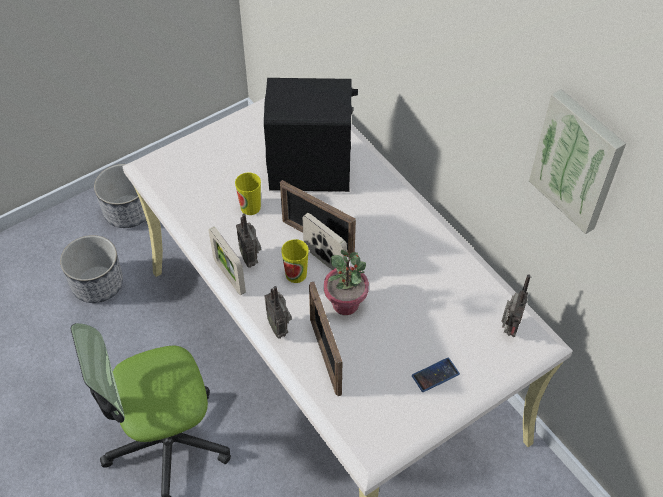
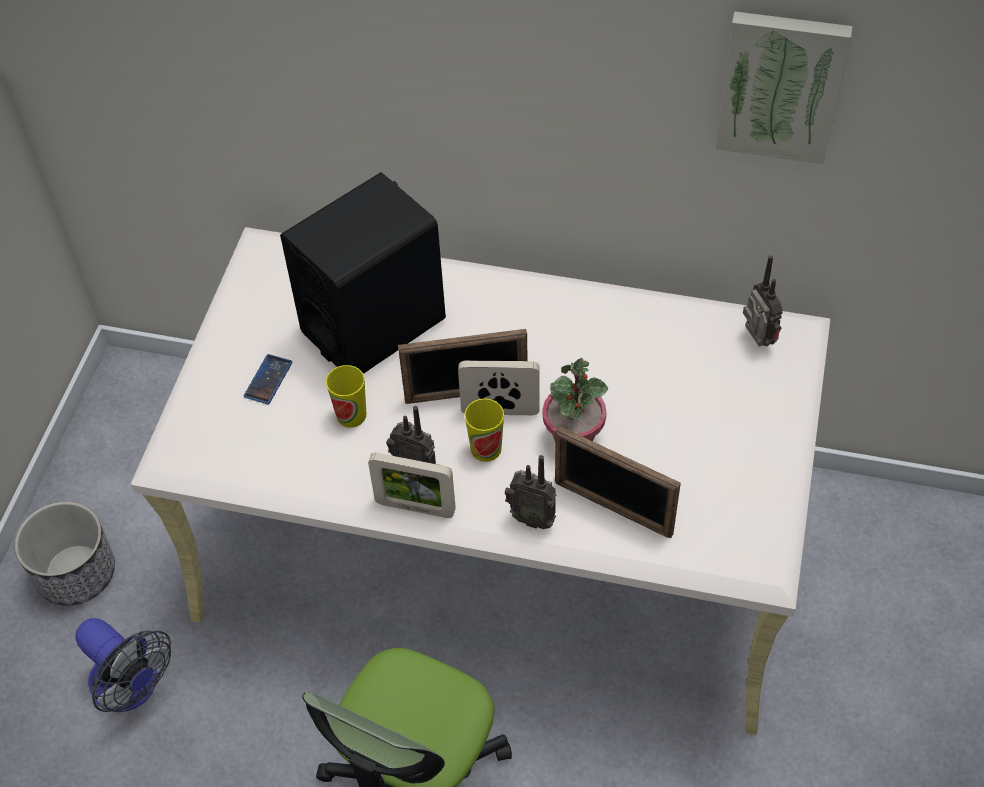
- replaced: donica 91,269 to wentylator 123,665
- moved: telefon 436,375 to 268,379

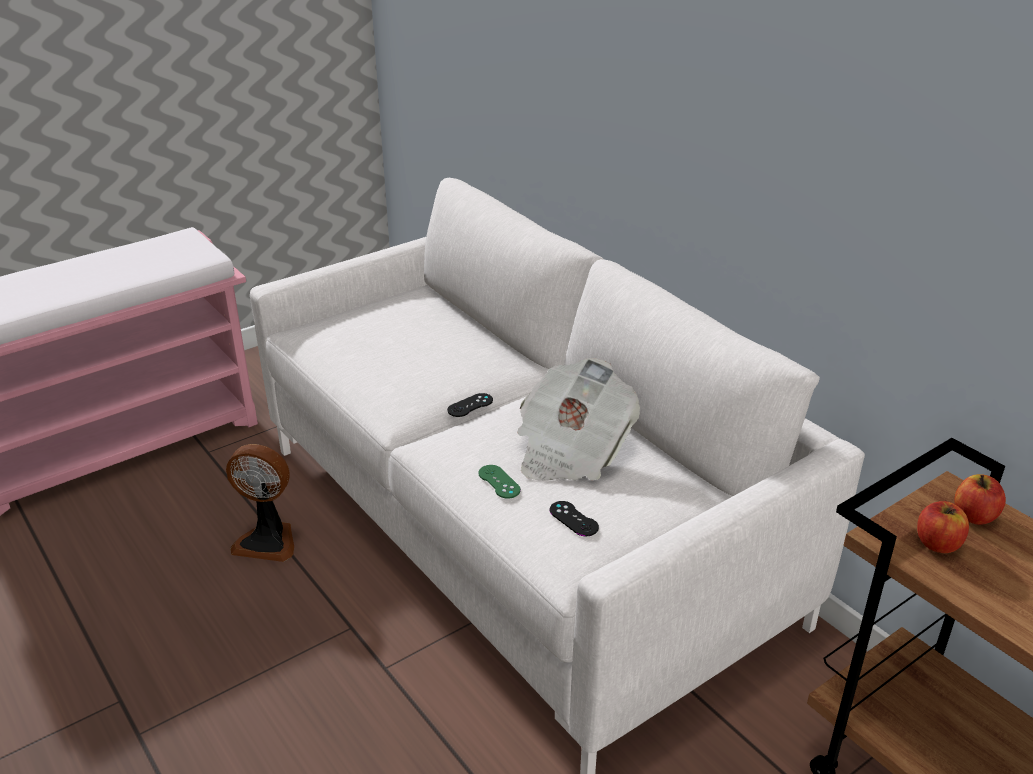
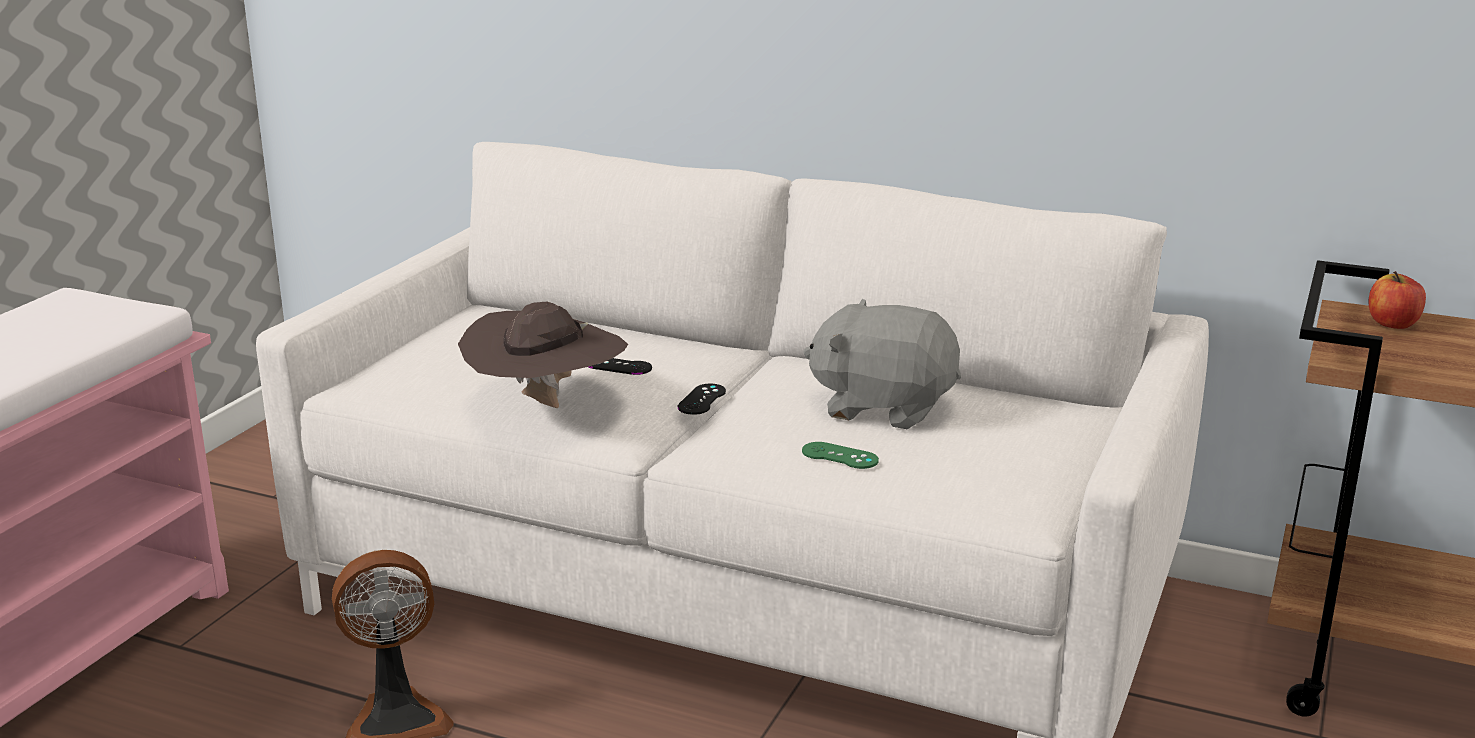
- replaced: gazeta 578,419 to pluszak (szary) 882,364
- moved: pad do gier (czarny) 574,518 to 620,366
- removed: jabłko 943,527
- added: kapelusz (brązowy) 543,355

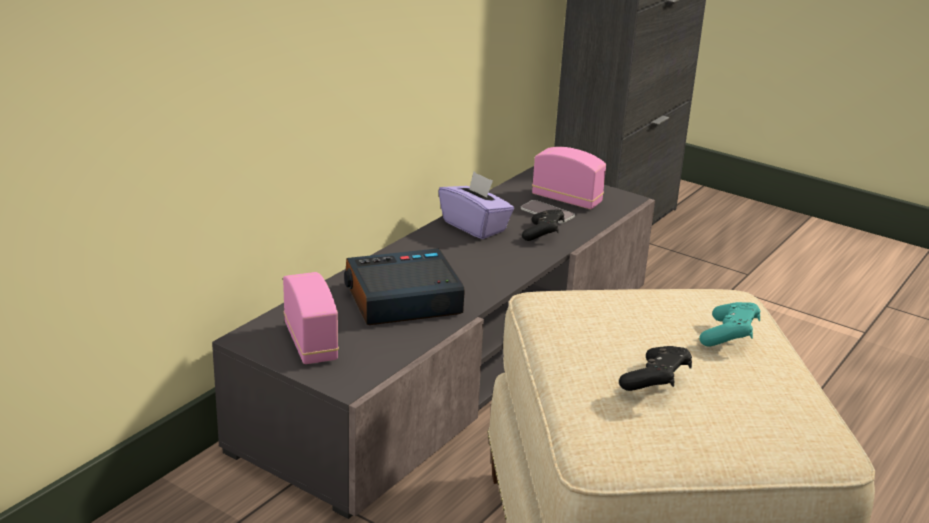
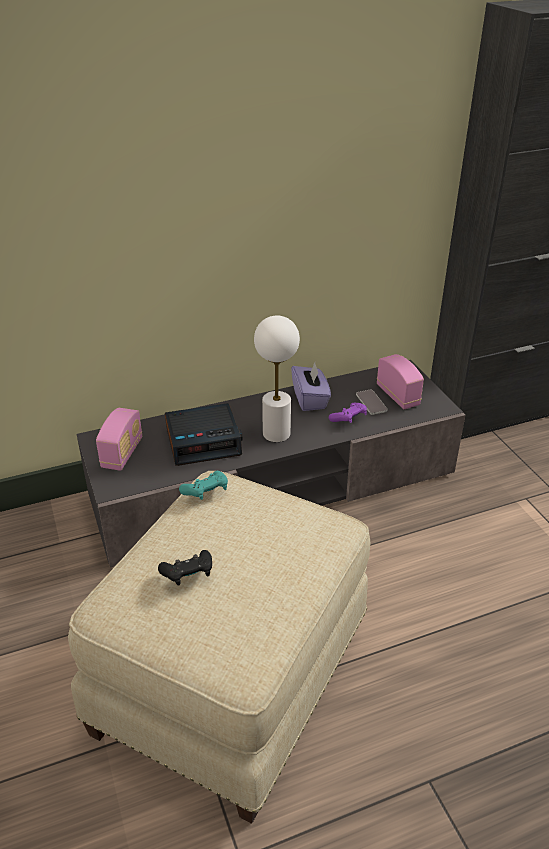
- recoloured: pad do gier (czarny) 543,225 to pad do gier (fioletowy) 348,413
- turned: budzik 404,286 = 204,434 150 degrees clockwise
- moved: pad do gier (turkusowy) 729,324 to 203,485
- added: lampa stołowa (biały) 277,378

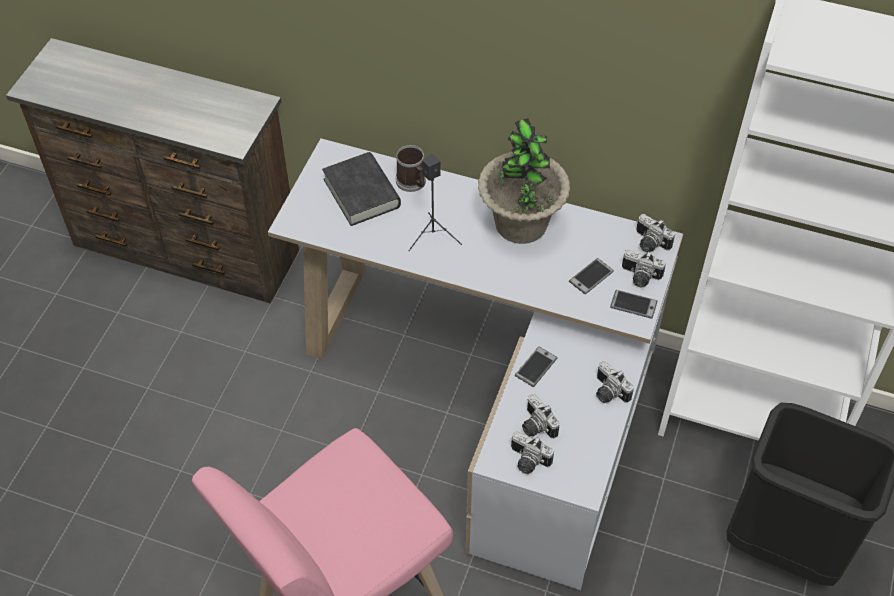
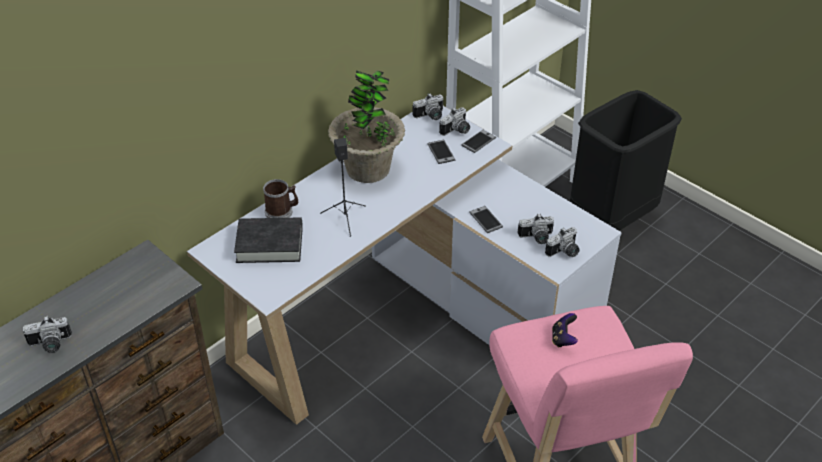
- moved: aparat fotograficzny 615,382 to 47,334
- added: pad do gier 565,330

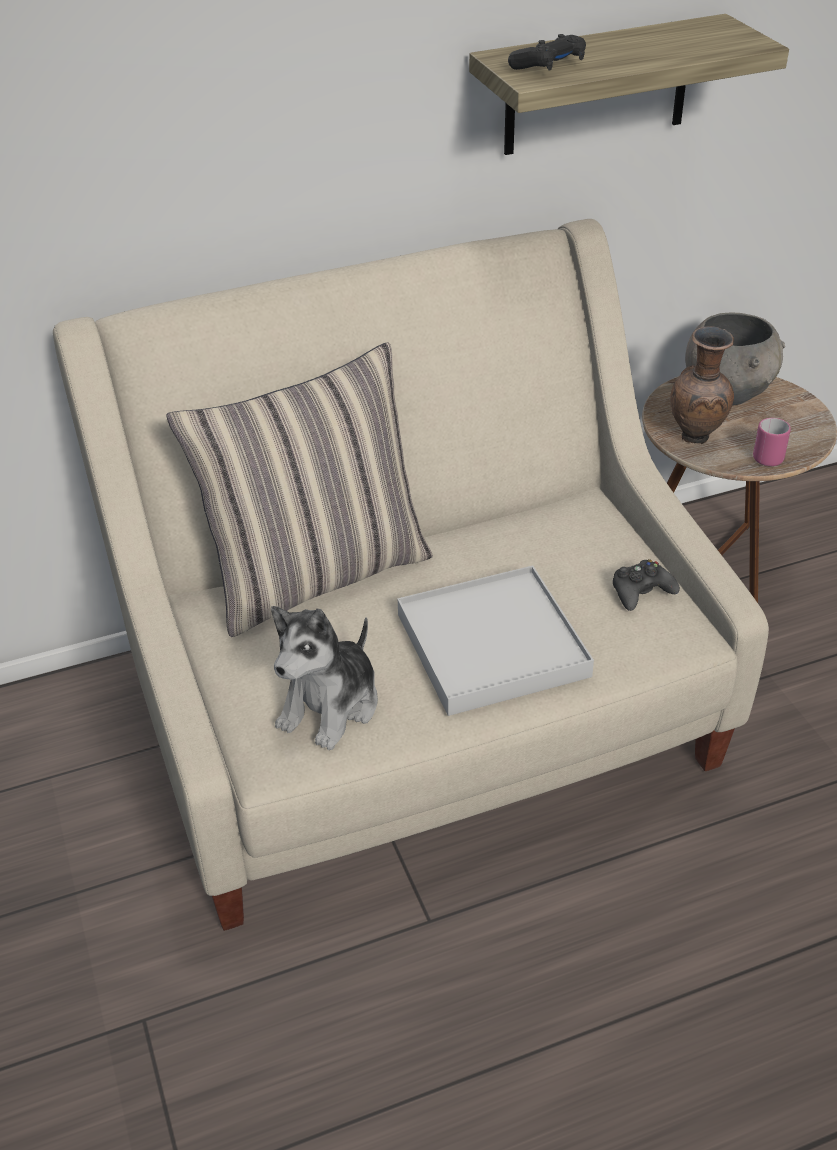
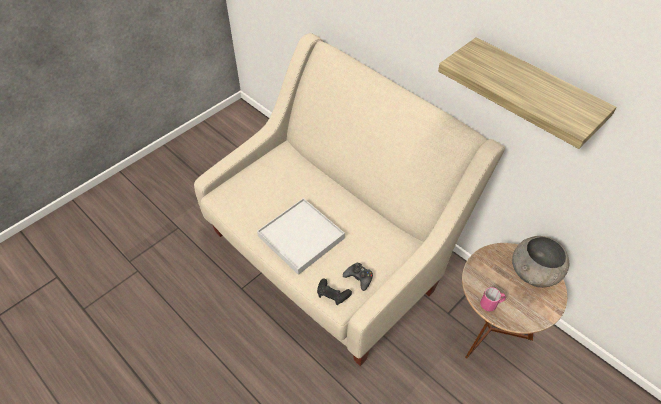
- moved: pad do gier (czarny) 547,52 to 334,291
- removed: wazon (brązowy) 702,385
- removed: poduszka 299,489
- removed: pluszak 324,678

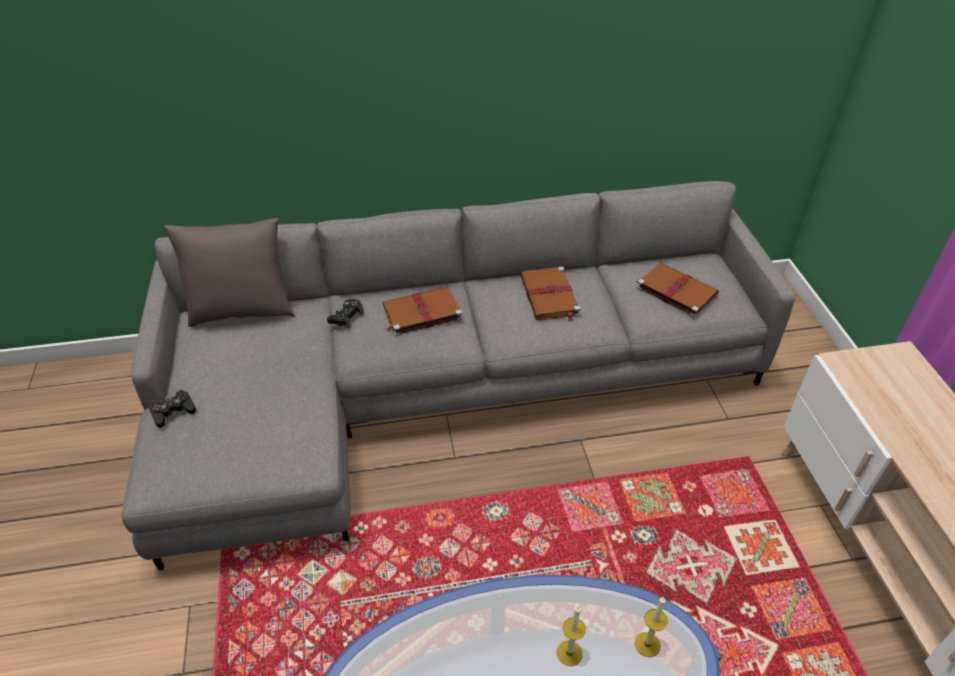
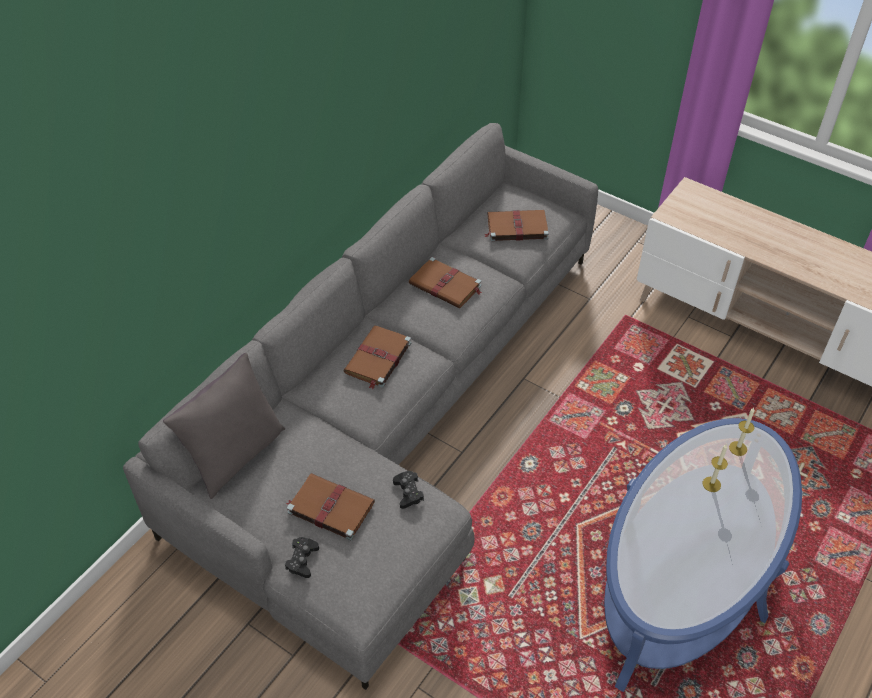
- moved: pad do gier (czarny) 345,314 to 408,490
- added: książka (brązowy) 330,507

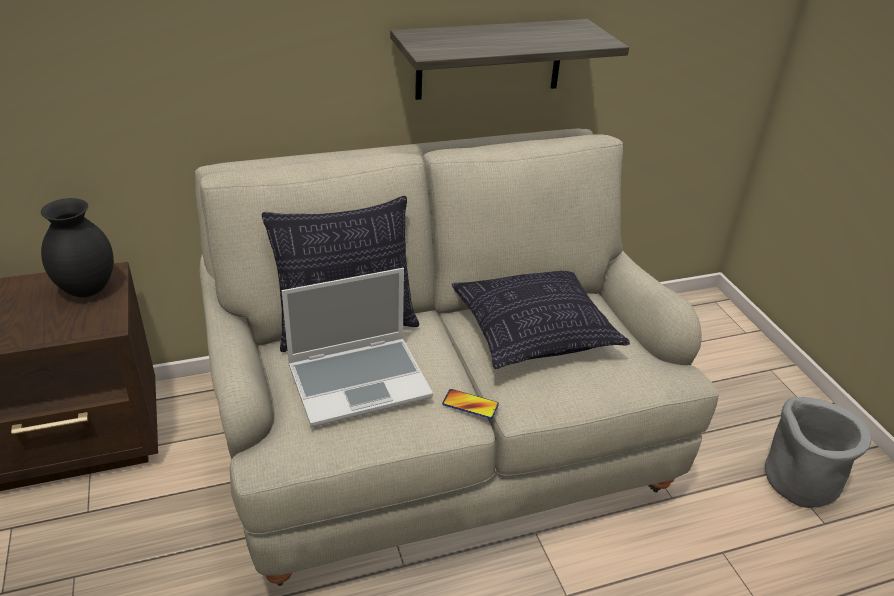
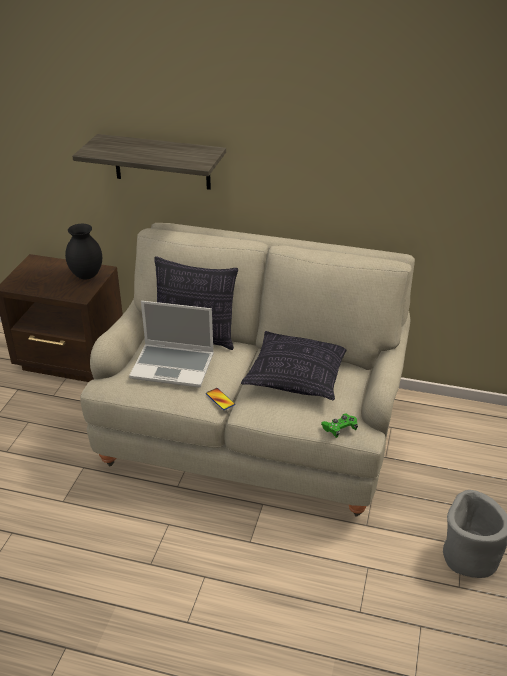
- moved: półka 509,59 to 149,162
- added: pad do gier (zielony) 339,425

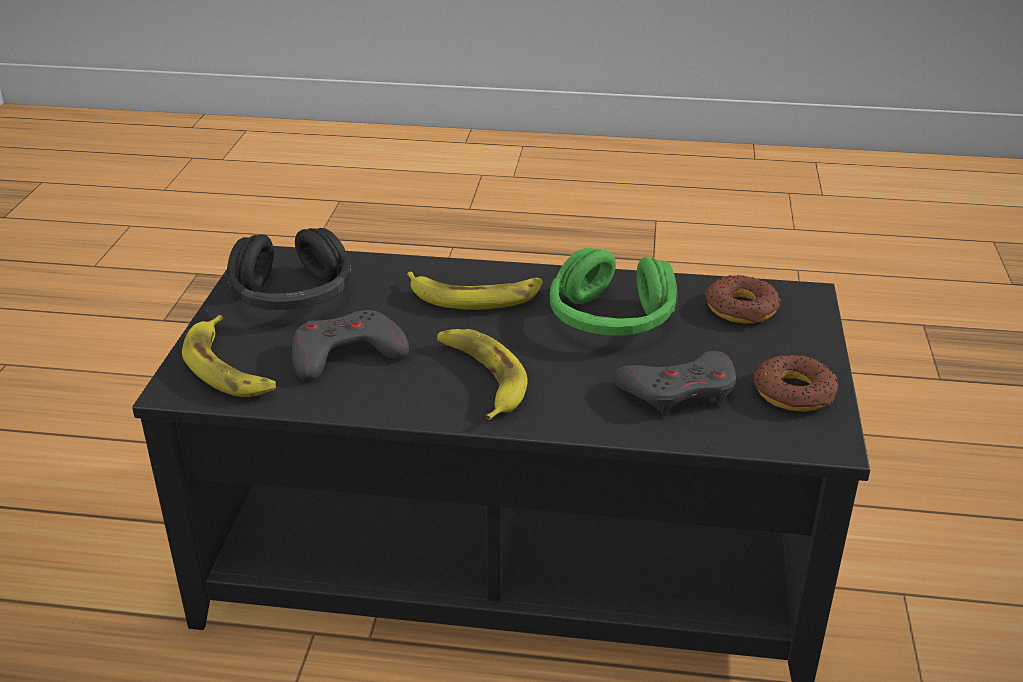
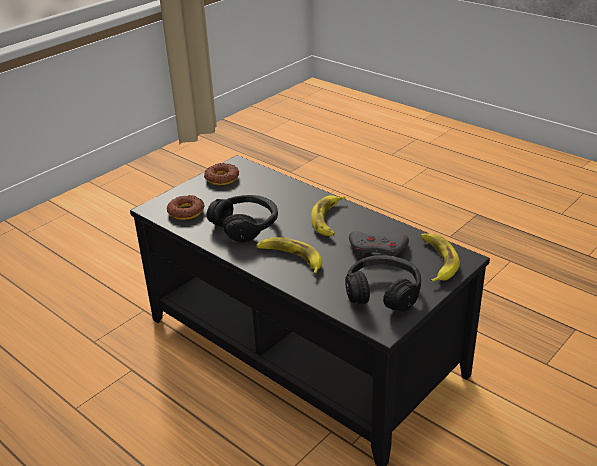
- recoloured: słuchawki (zielony) 614,292 to słuchawki (czarny) 242,219
- removed: pad do gier (szary) 675,383

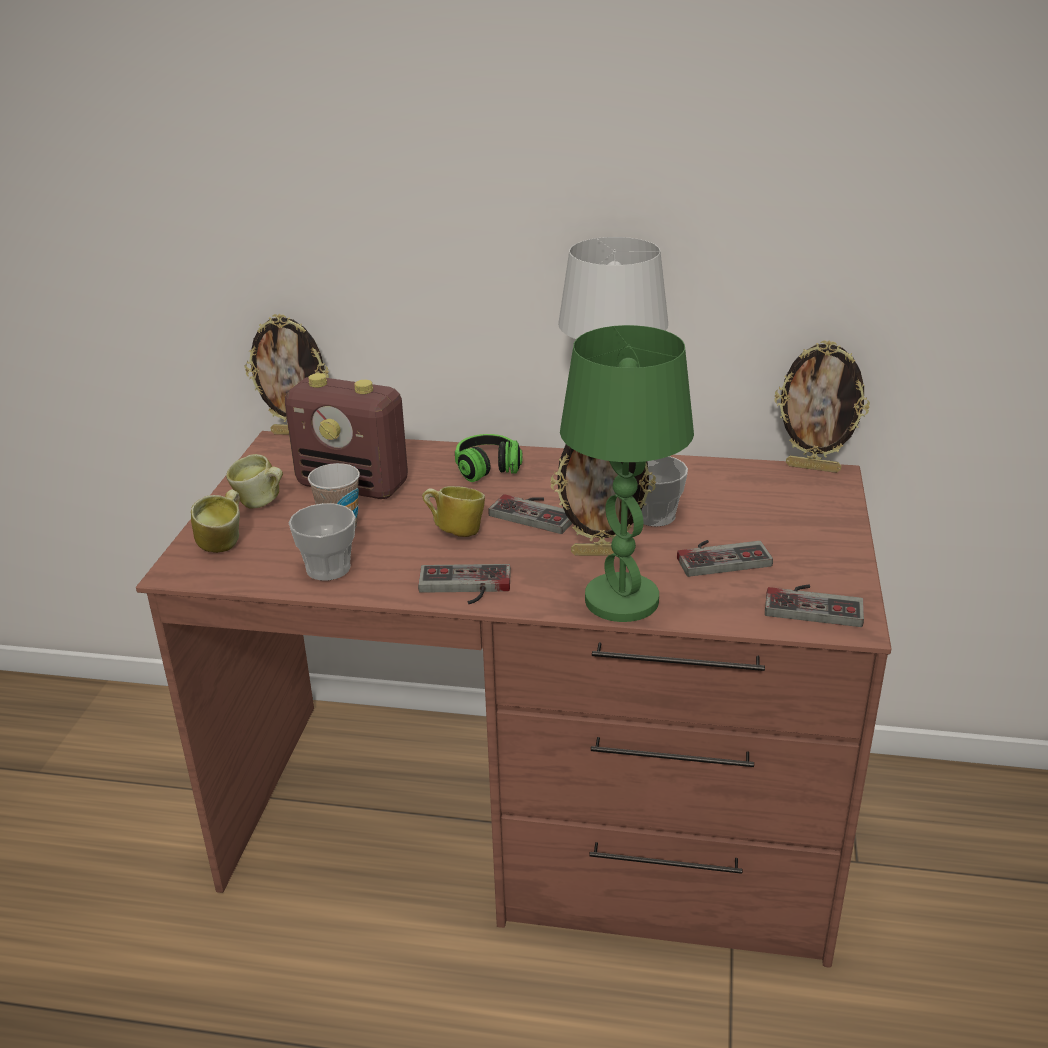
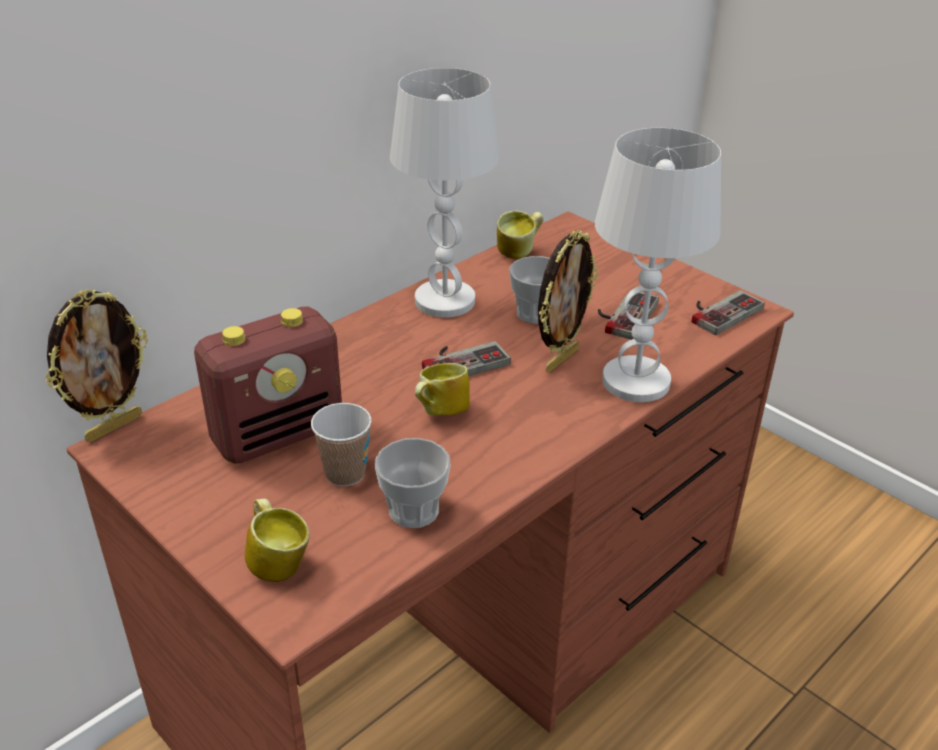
- recoloured: lampa stołowa (zielony) 627,473 to lampa stołowa (biały) 658,265
- removed: ramka na zdjęcie 822,406
- removed: słuchawki 488,458
- moved: kubek 254,481 to 520,234
- removed: pad do gier 464,584

